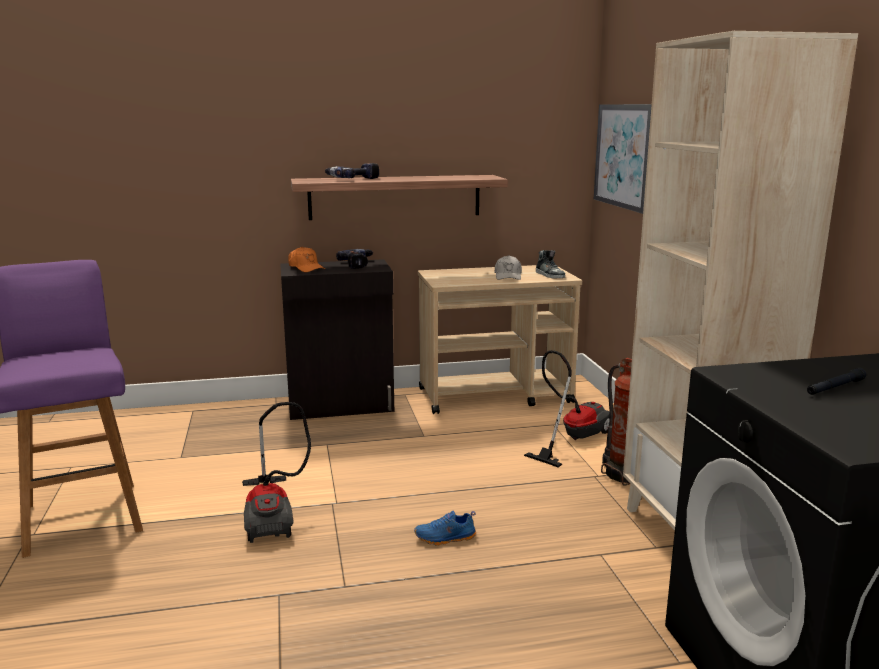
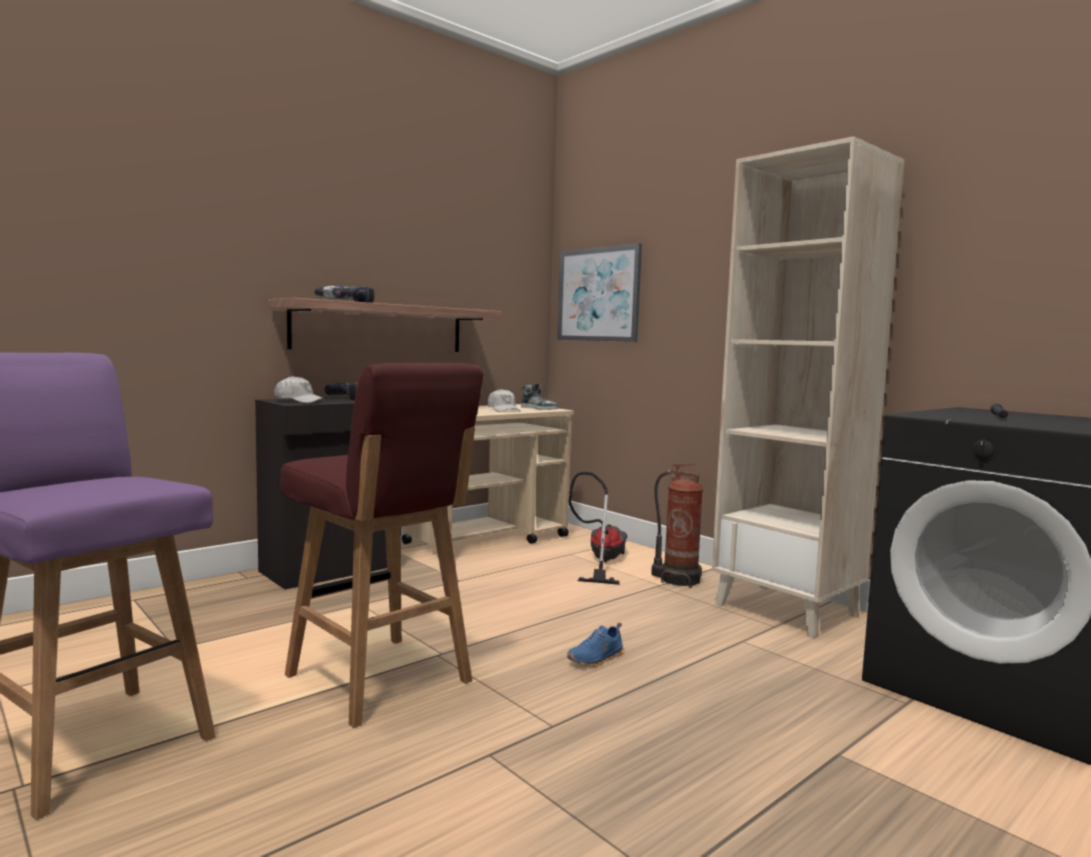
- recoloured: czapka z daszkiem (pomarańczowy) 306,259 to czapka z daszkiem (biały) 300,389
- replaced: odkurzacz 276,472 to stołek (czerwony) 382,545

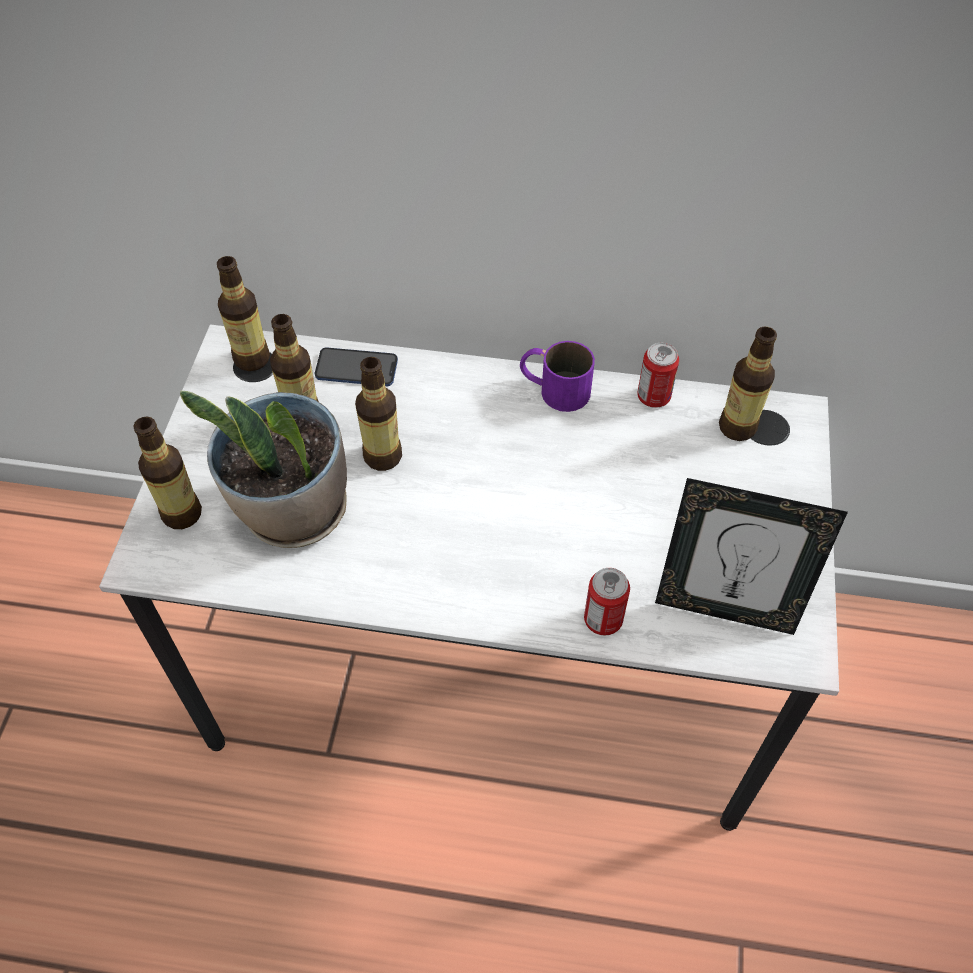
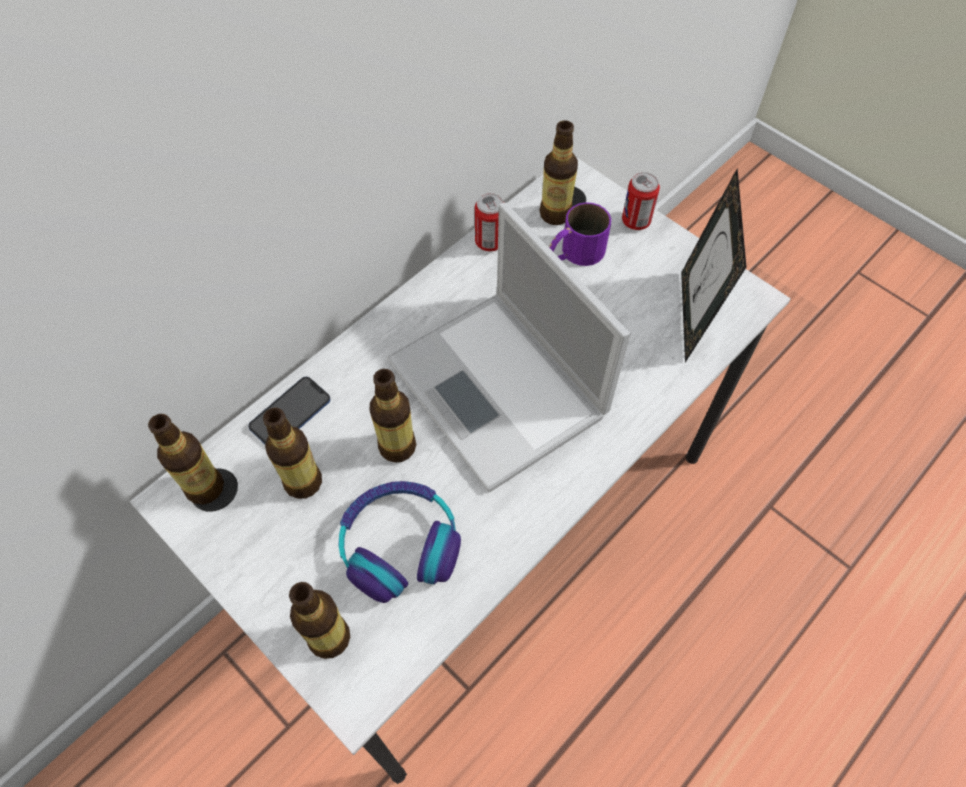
- moved: kubek (fioletowy) 557,376 to 580,234
- replaced: roślina doniczkowa 263,469 to słuchawki 400,542
- turned: ramka na zdjęcie 751,556 = 713,265 135 degrees clockwise
- moved: puszka 607,601 to 641,201
- added: laptop 509,347

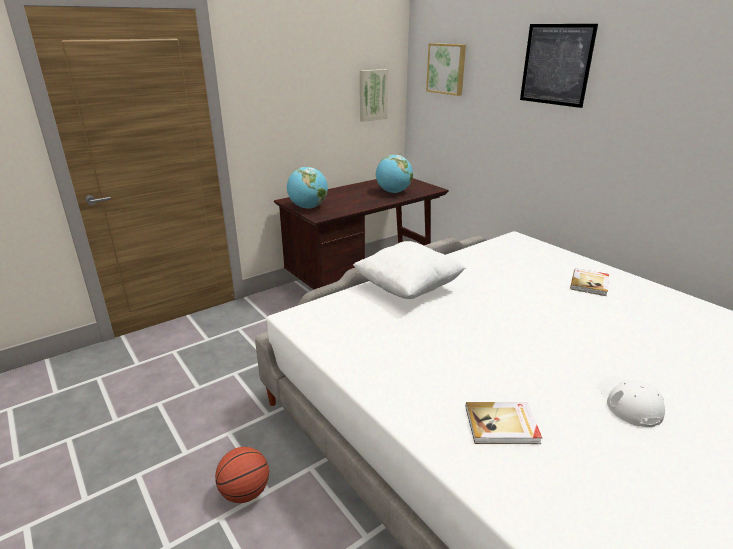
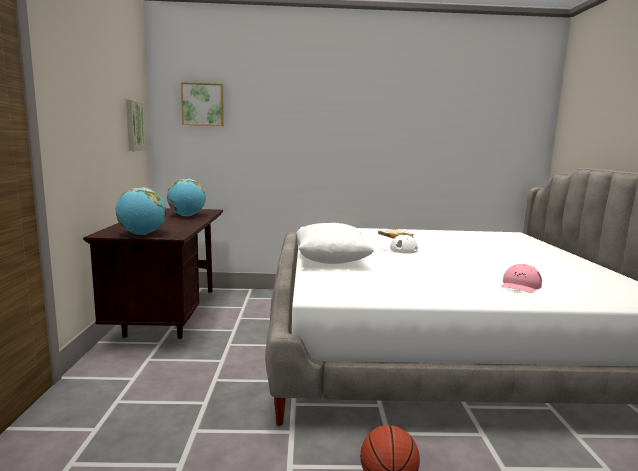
- removed: obraz 559,66
- moved: czapka z daszkiem (biały) 631,401 to 398,244
- replaced: książka 504,423 to czapka z daszkiem (różowy) 521,278

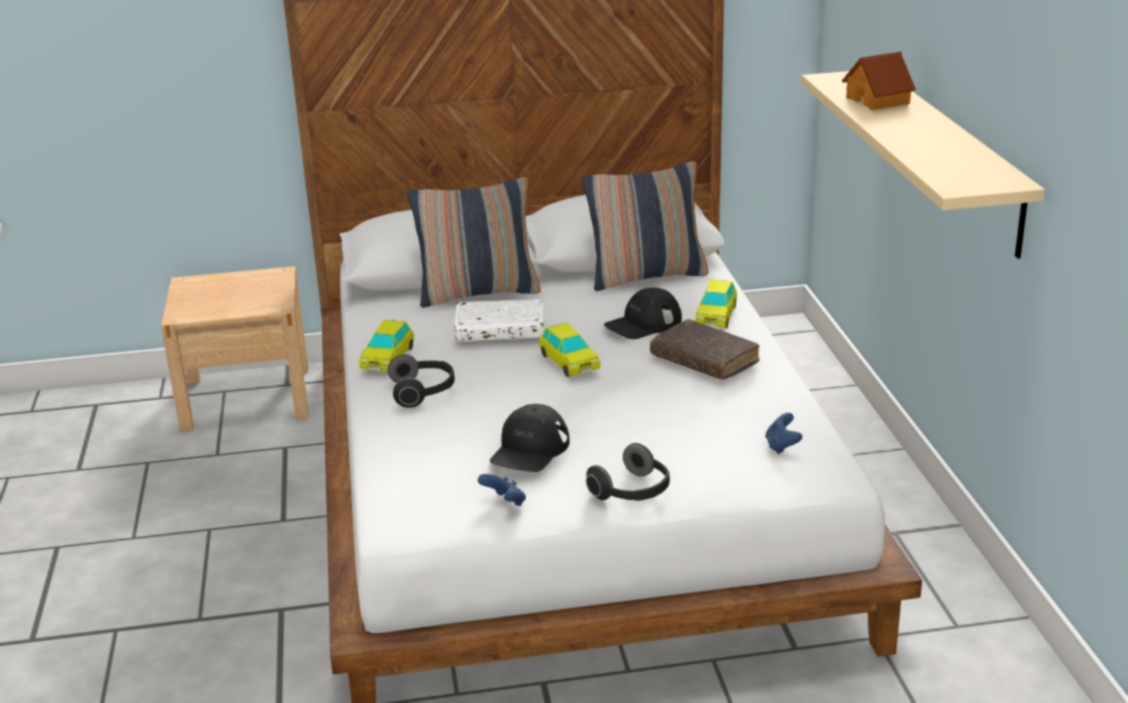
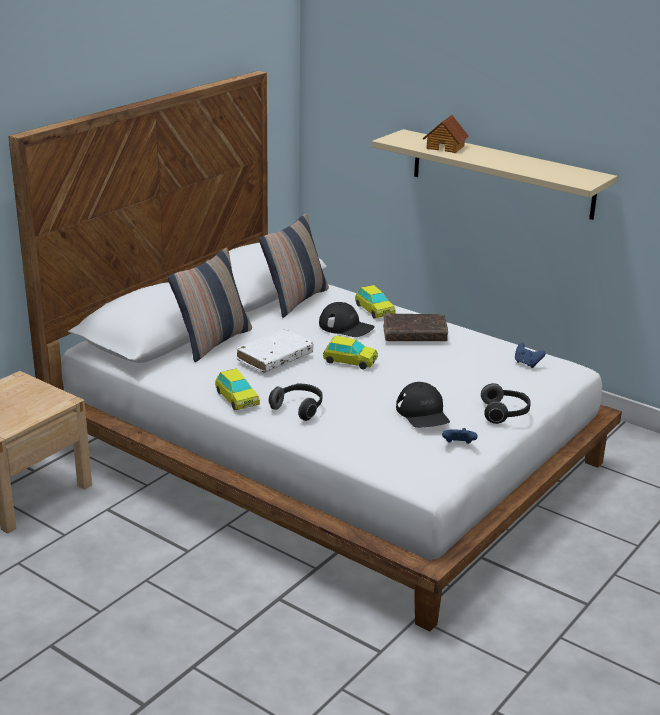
- turned: czapka z daszkiem (czarny) 643,313 = 347,319 75 degrees counterclockwise

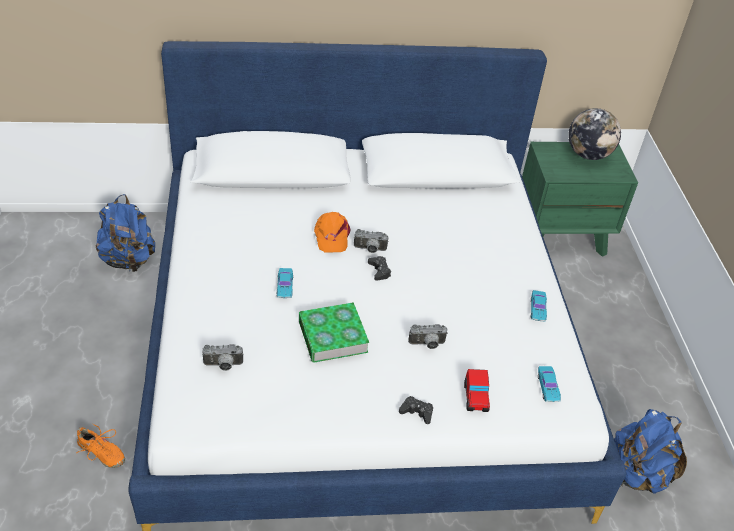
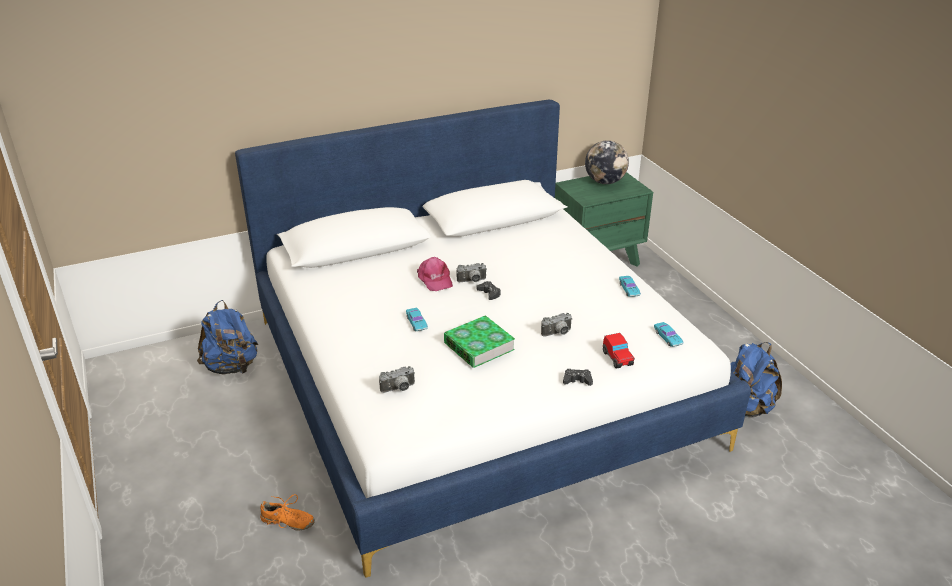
- recoloured: czapka z daszkiem (pomarańczowy) 332,232 to czapka z daszkiem (różowy) 435,274

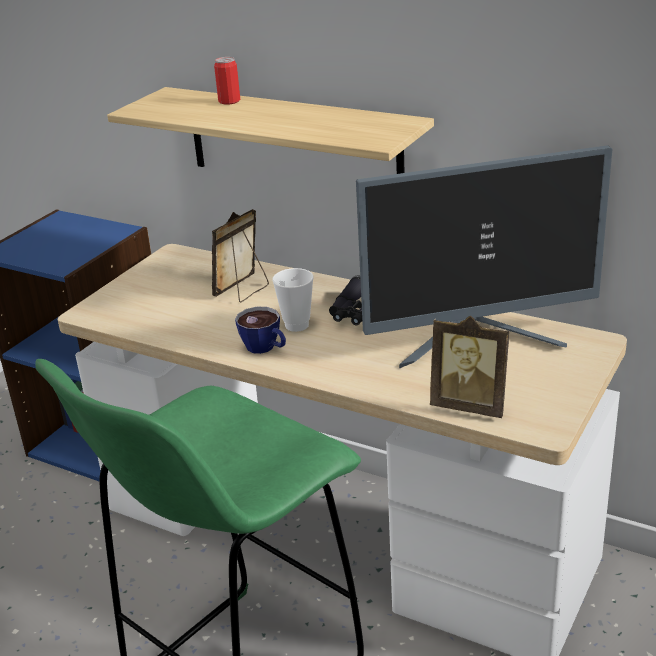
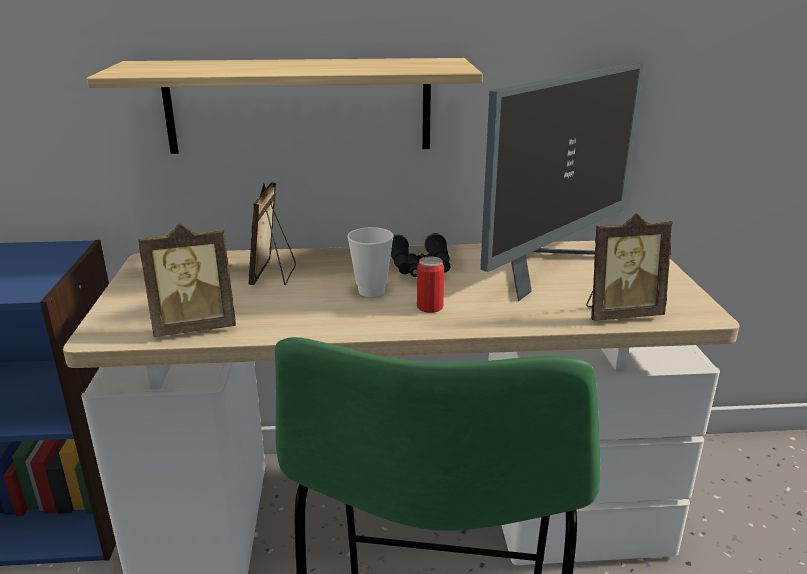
- moved: puszka 227,81 to 430,284
- removed: filiżanka 260,330
- added: ramka na zdjęcie 187,280

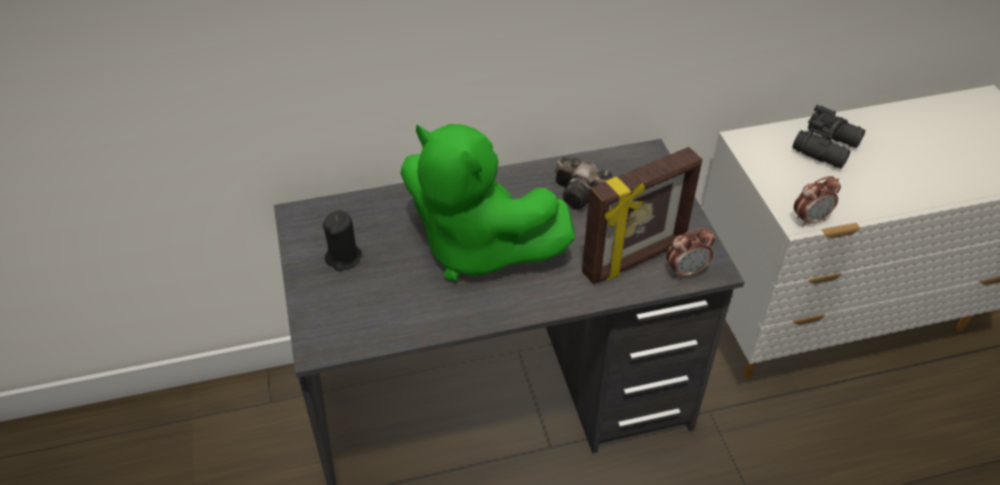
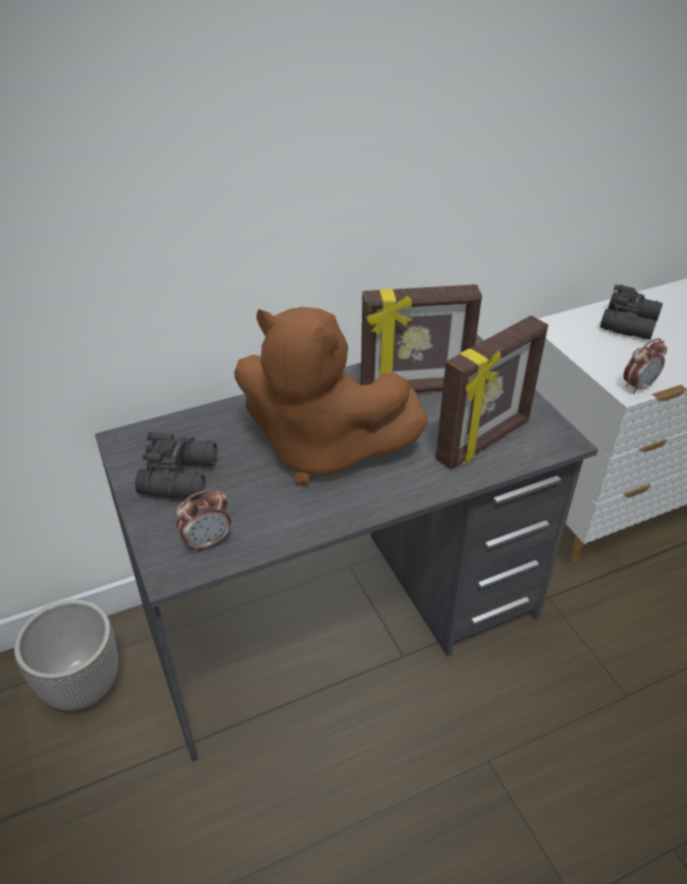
- recoloured: pluszak (zielony) 488,202 to pluszak (brązowy) 331,396
- replaced: aparat fotograficzny 584,183 to ramka na zdjęcie 421,338
- replaced: świeca (czarny) 342,240 to lornetka (czarny) 176,466
- moved: budzik 690,253 to 203,520
- added: donica 66,655

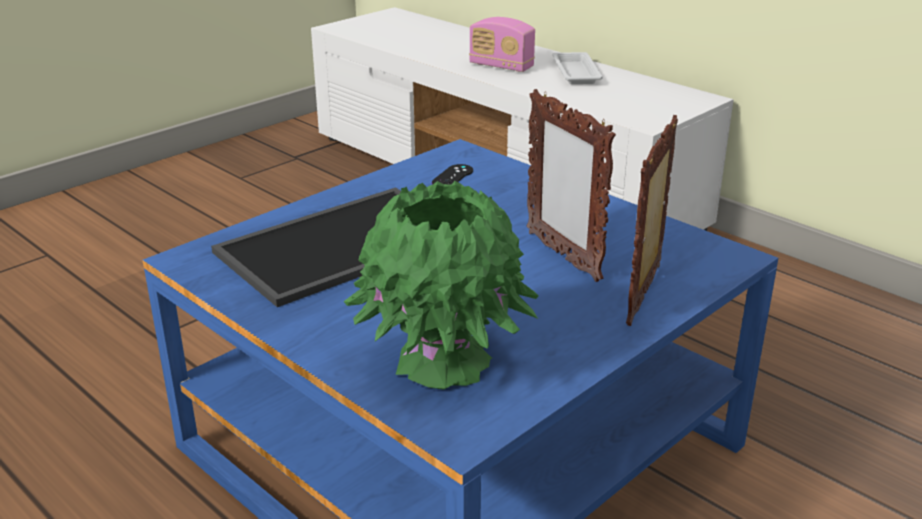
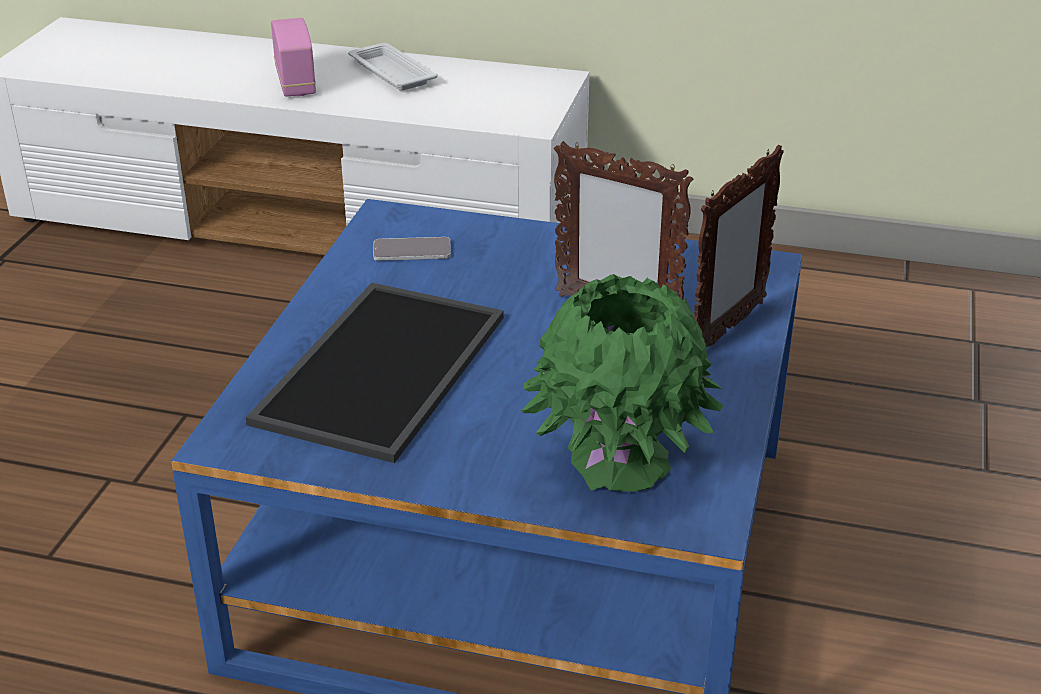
- turned: radio 502,44 = 293,57 105 degrees counterclockwise
- turned: ramka na zdjęcie 652,220 = 739,246 135 degrees counterclockwise
- replaced: pad do gier (czarny) 452,174 to telefon 412,249

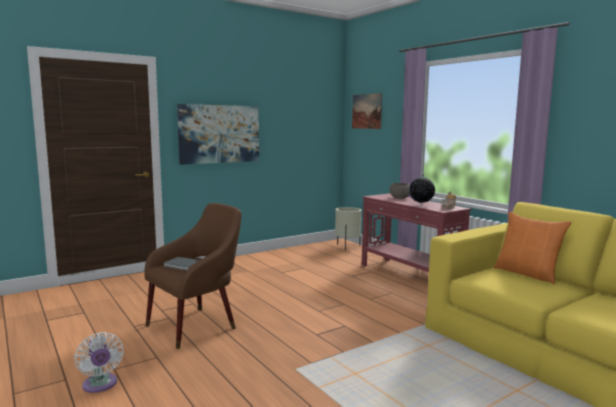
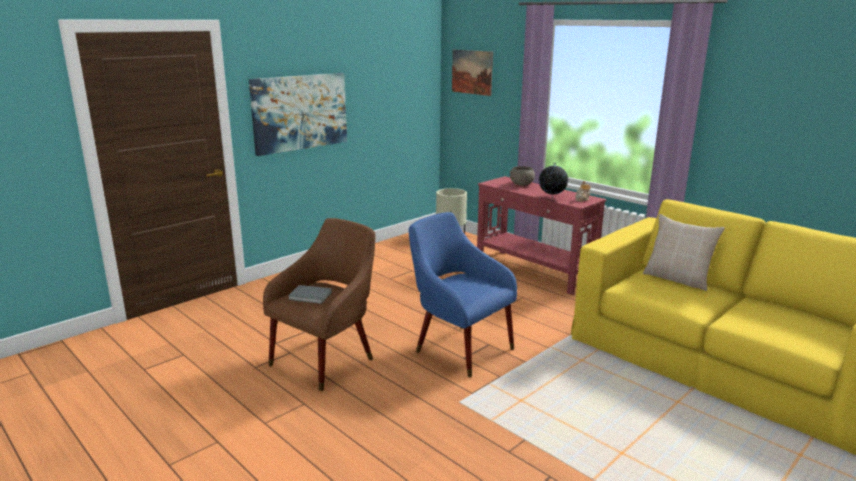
- recoloured: poduszka (pomarańczowy) 532,248 to poduszka (beżowy) 684,252
- removed: wentylator (biały) 99,362
- added: fotel (niebieski) 463,294

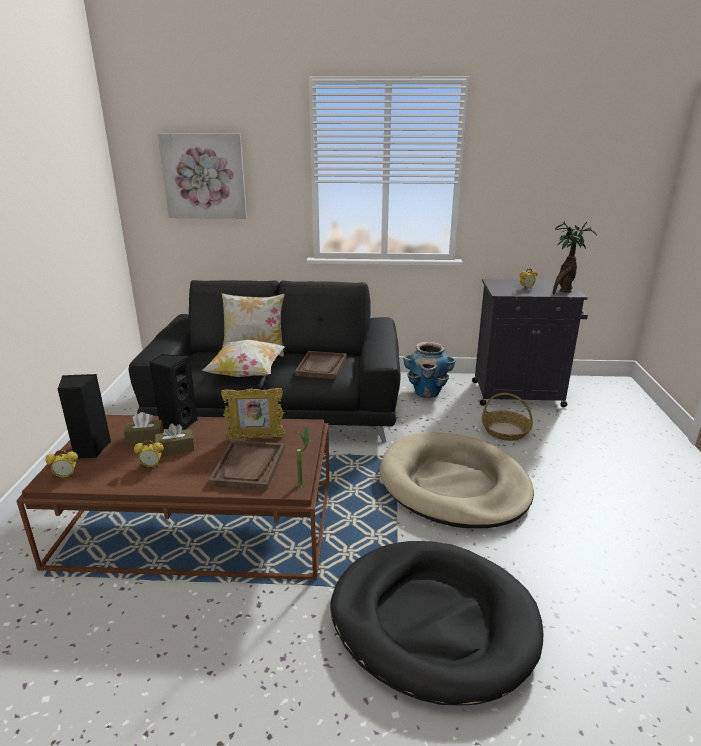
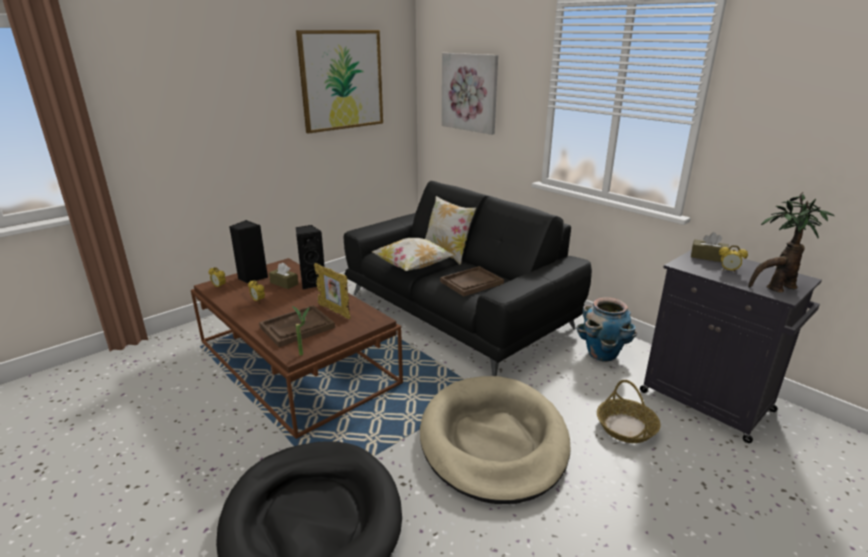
- moved: pudełko chusteczek (brązowy) 174,440 to 710,247
- added: obraz 339,82

